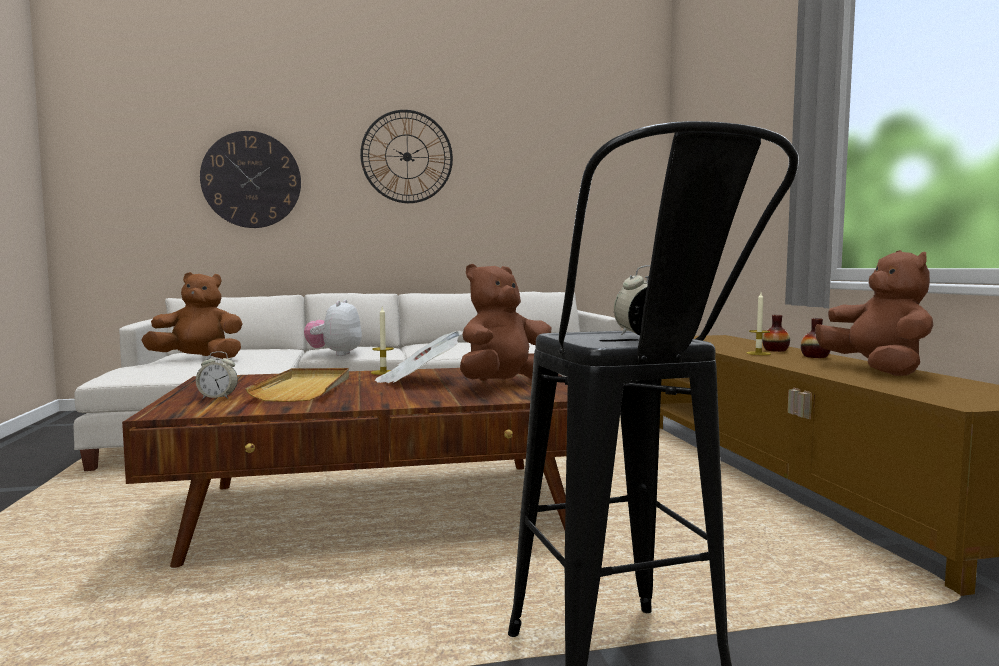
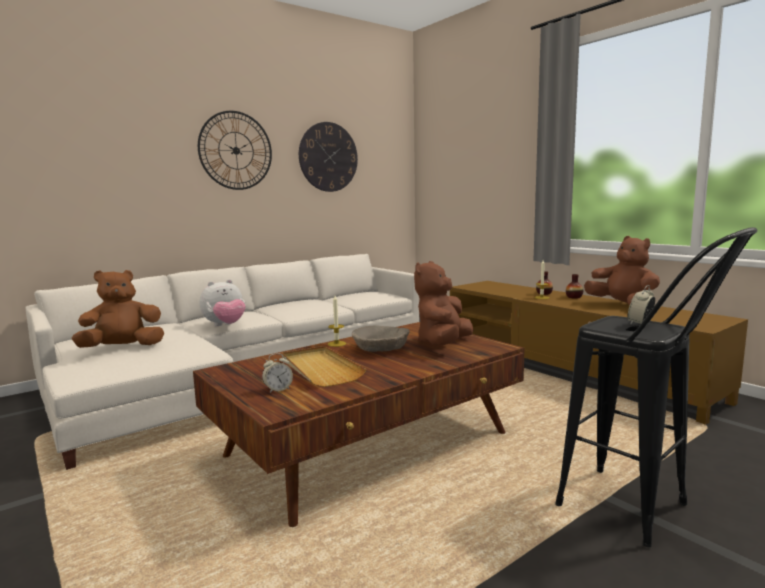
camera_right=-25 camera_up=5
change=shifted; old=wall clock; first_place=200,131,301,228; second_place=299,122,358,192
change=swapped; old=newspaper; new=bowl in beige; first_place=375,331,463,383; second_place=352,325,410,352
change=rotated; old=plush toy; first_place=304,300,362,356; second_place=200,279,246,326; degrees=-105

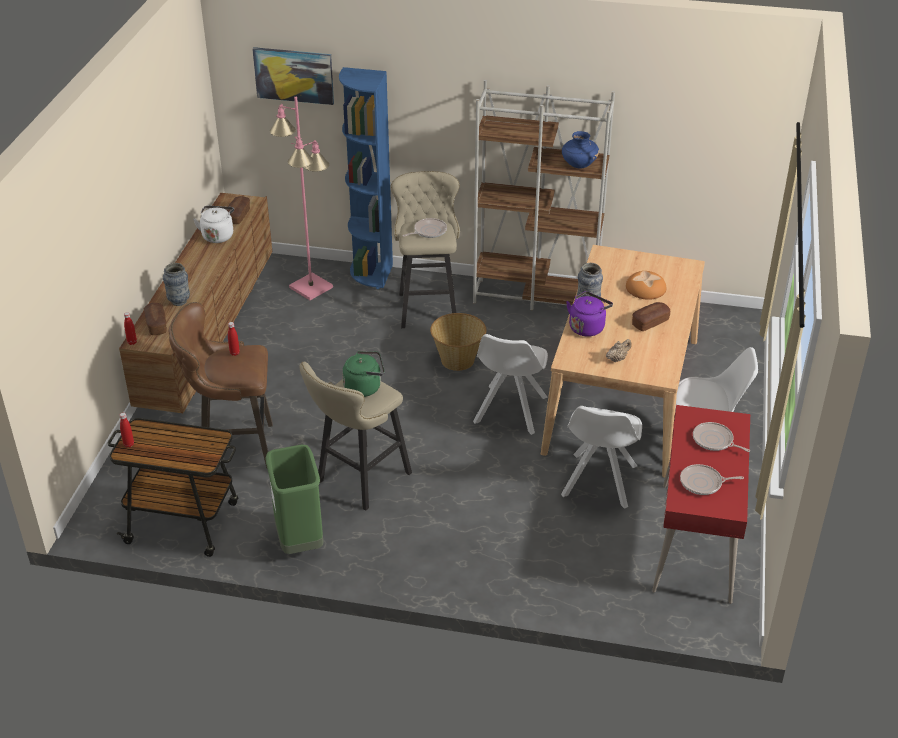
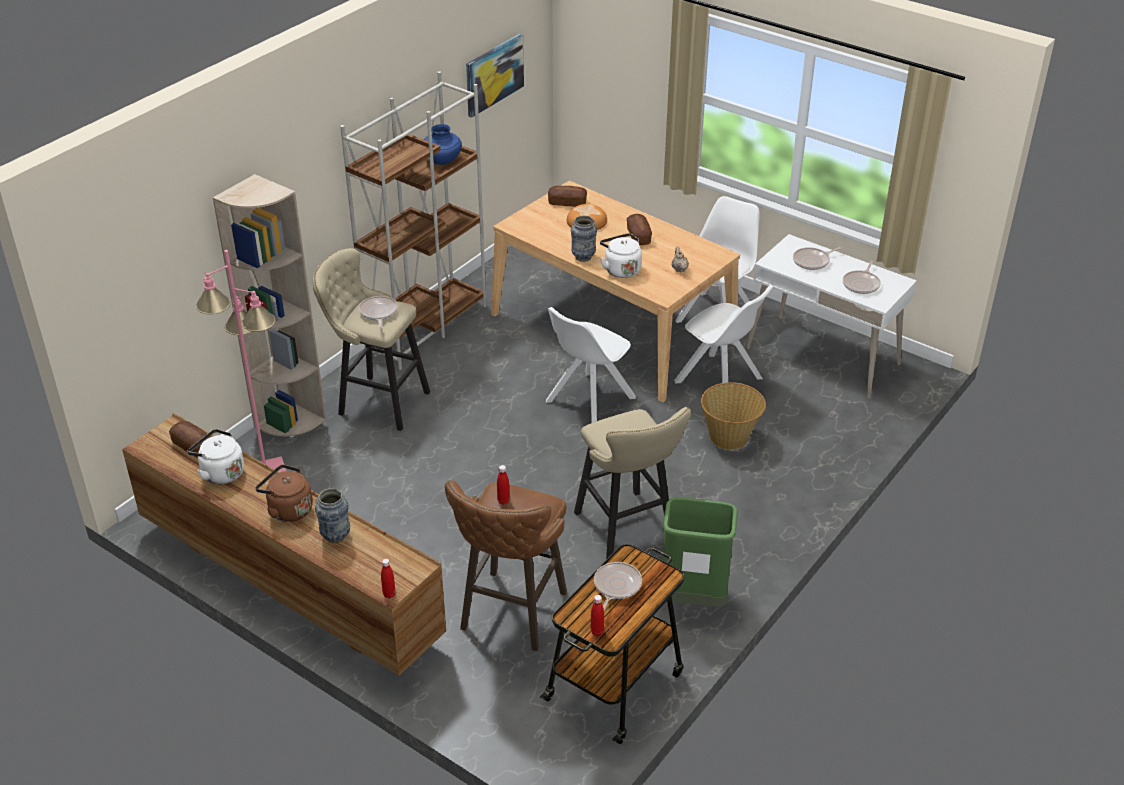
camera_right=-65 camera_up=0
change=gone; old=kettle in green; first_place=342,351,385,397
change=new; new=kettle in brown; second_place=255,465,313,522
change=new; new=frying pan; second_place=594,562,642,611
change=shifted; old=bread; first_place=144,303,167,335; second_place=548,186,587,207
change=shifted; old=picture; first_place=252,47,334,105; second_place=466,34,524,118
change=shifted; old=basket; first_place=430,313,486,371; second_place=701,382,766,450
change=repainted; old=bookcase in blue; new=bookcase in beige; first_place=339,67,393,289; second_place=213,174,326,438
change=repainted; old=kettle in purple; new=kettle in white; first_place=566,291,613,337; second_place=600,233,642,278
change=repainted; old=desk in red; new=desk in white; first_place=652,405,750,604; second_place=746,234,917,399
change=rotated; old=chair in white; first_place=473,334,548,435; second_place=546,307,636,423; degrees=90

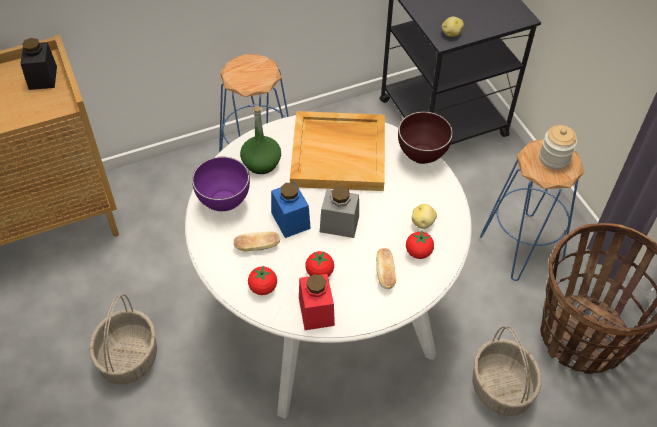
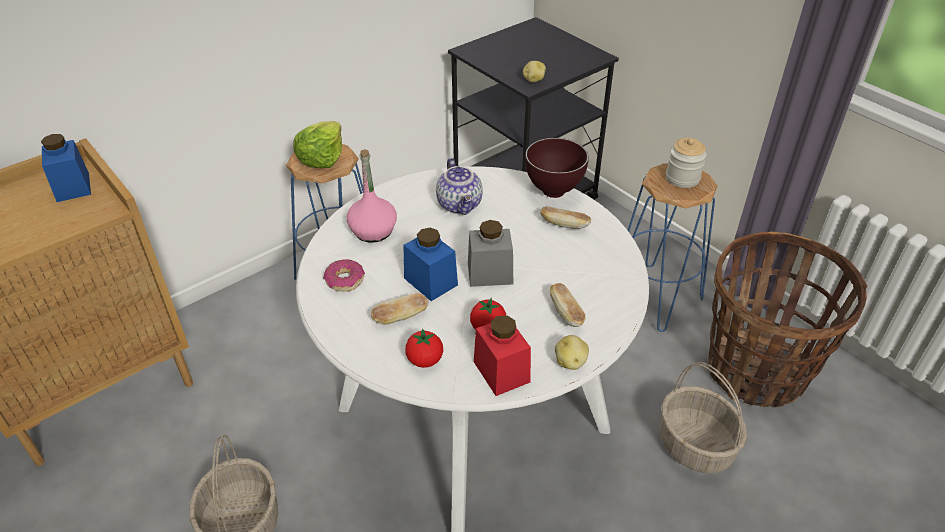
camera_right=-15 camera_up=-10
change=gone; old=tomato; first_place=406,231,434,259
change=new; new=lettuce; second_place=293,121,342,168
change=new; new=bread; second_place=540,206,591,229
change=shifted; old=potato; first_place=412,204,437,229; second_place=555,335,589,370
change=swapped; old=bowl in purple; new=donut; first_place=192,157,250,211; second_place=323,259,365,292
change=swapped; old=tray in beige; new=teapot; first_place=290,111,385,191; second_place=436,158,483,215
change=repainted; old=jar in black; new=jar in blue; first_place=20,38,57,90; second_place=41,134,91,202
change=repainted; old=bottle in green; new=bottle in pink; first_place=240,105,281,174; second_place=347,149,397,243

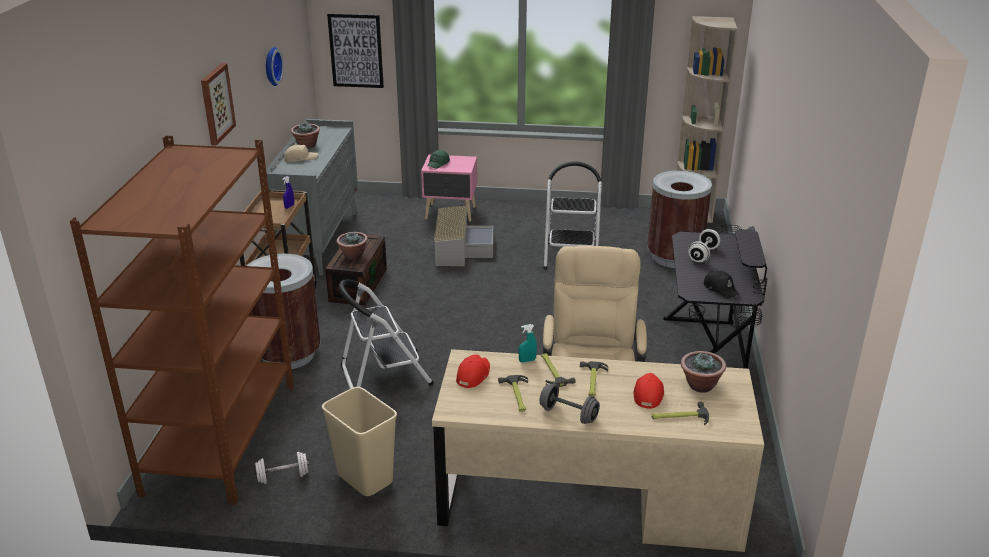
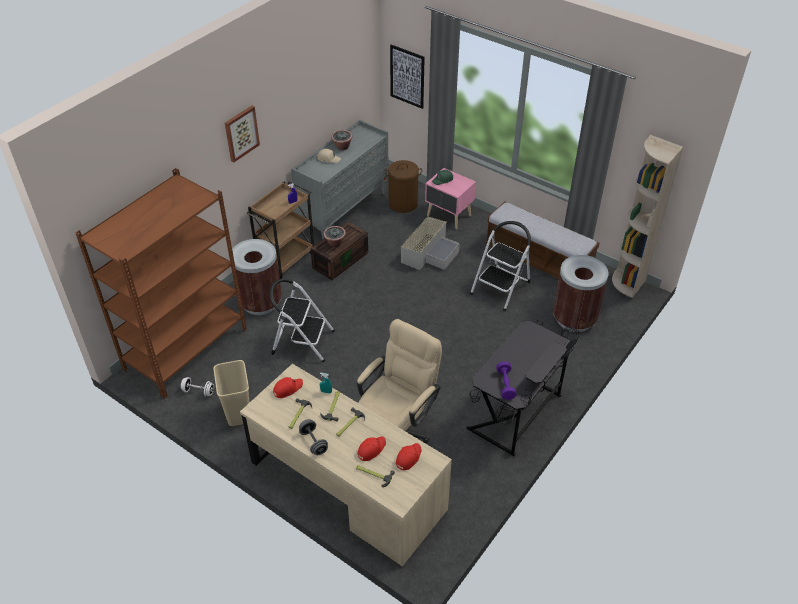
camera_right=30 camera_up=15
change=gone; old=wall clock; first_place=266,47,284,86
change=gone; old=dumbbell in white; first_place=688,229,720,262
change=new; new=laundry basket in brown; second_place=385,160,422,213
change=new; new=bench; second_place=486,201,599,278
change=swapped; old=potted plant; new=cap in red; first_place=681,351,726,393; second_place=396,443,421,470
change=swapped; old=cap in black; new=dumbbell in purple; first_place=704,270,740,299; second_place=496,361,517,400

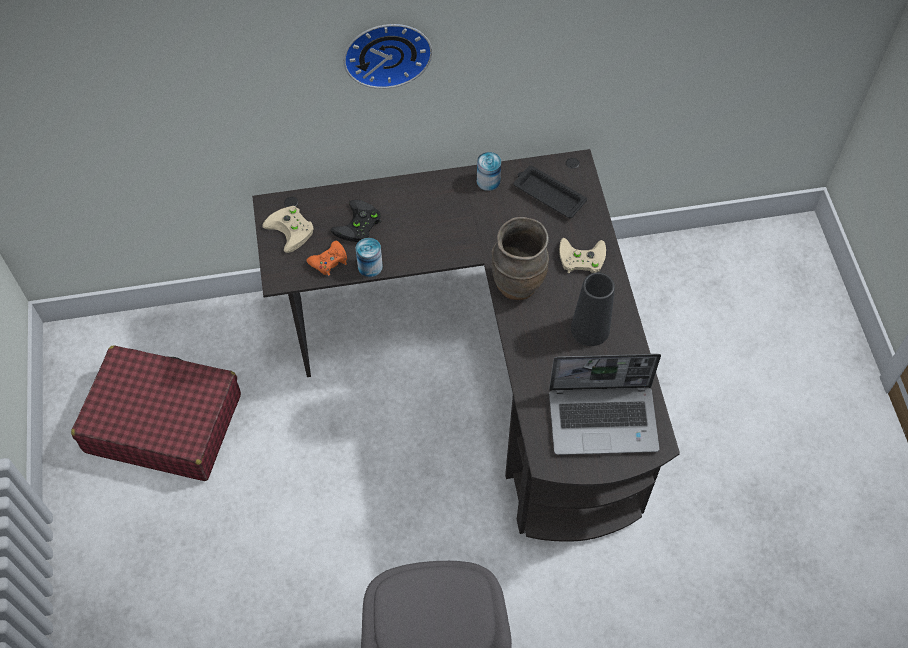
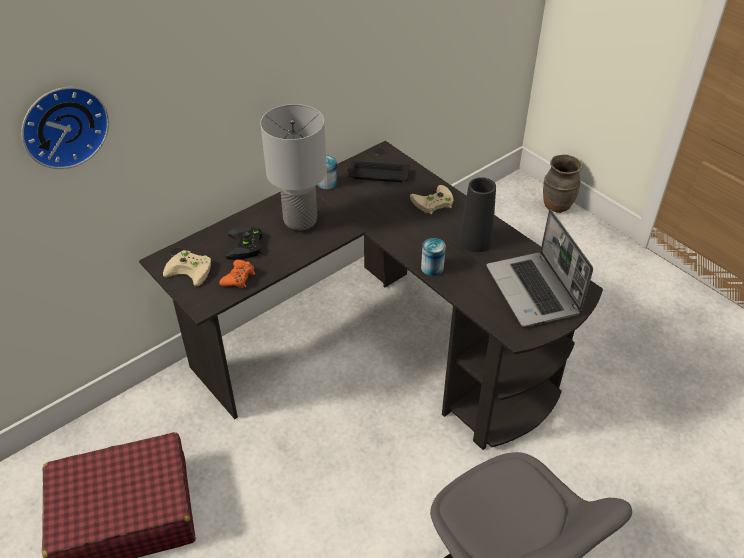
camera_right=-30 camera_up=-15
change=new; new=table lamp in grey; second_place=260,104,327,231
change=shifted; old=wall clock; first_place=343,24,432,89; second_place=21,87,109,169
change=shifted; old=can; first_place=356,238,383,277; second_place=421,238,446,276
change=shifted; old=vase in brown; first_place=492,217,549,300; second_place=543,154,582,213
change=rotated; old=laptop; first_place=549,354,661,455; second_place=486,209,593,327; degrees=105

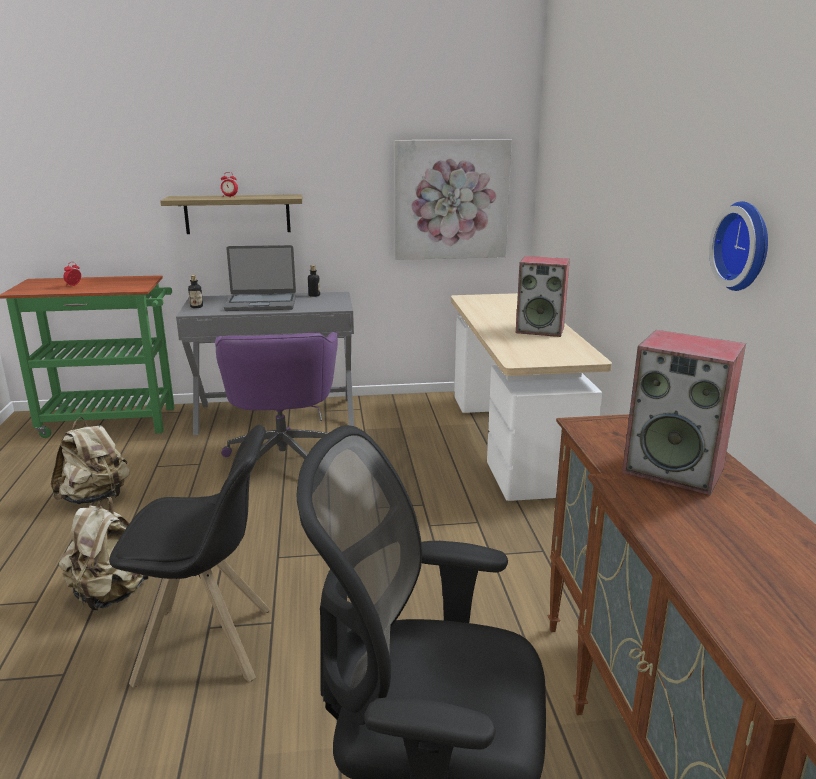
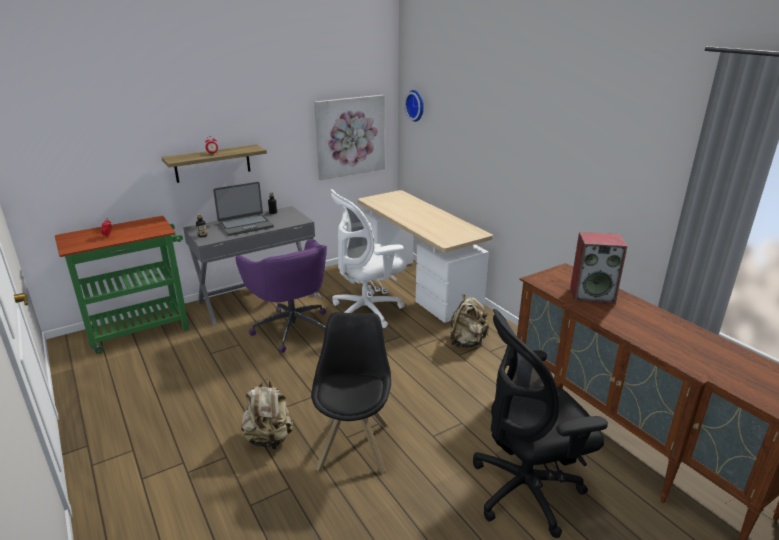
camera_right=-25 camera_up=5
change=gone; old=speaker; first_place=516,256,570,337
change=new; new=office chair in white; second_place=330,189,407,328
change=shifted; old=backpack in beige; first_place=51,417,130,504; second_place=450,294,489,348
change=shifted; old=wall clock; first_place=709,201,768,291; second_place=404,90,424,122
change=rotated; old=chair in black; first_place=109,425,271,688; second_place=311,312,391,474; degrees=-60

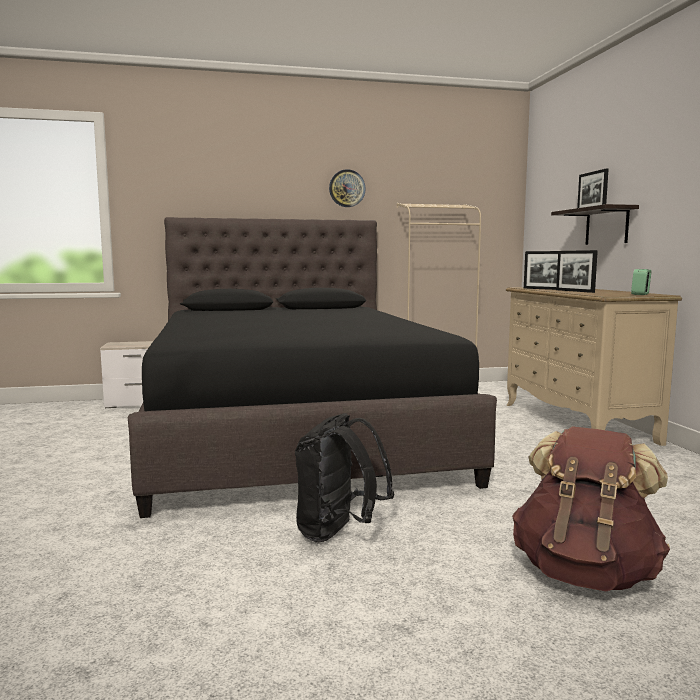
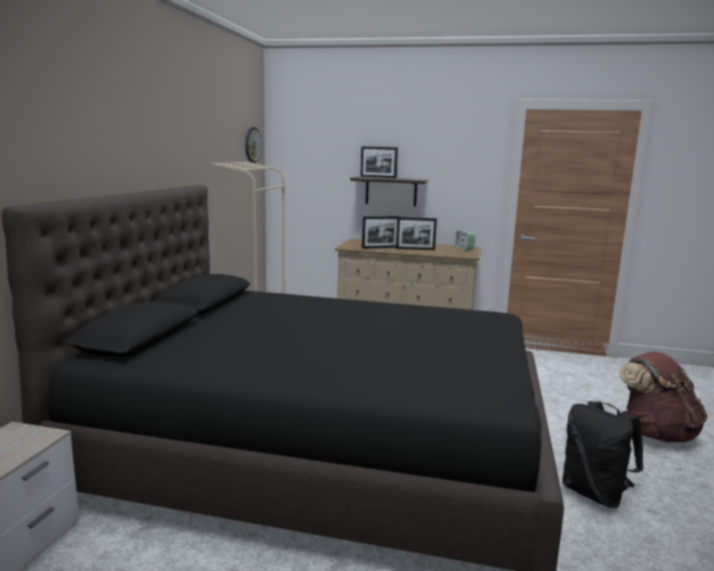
camera_right=-65 camera_up=5
change=shifted; old=wall clock; first_place=329,169,366,207; second_place=245,127,262,163

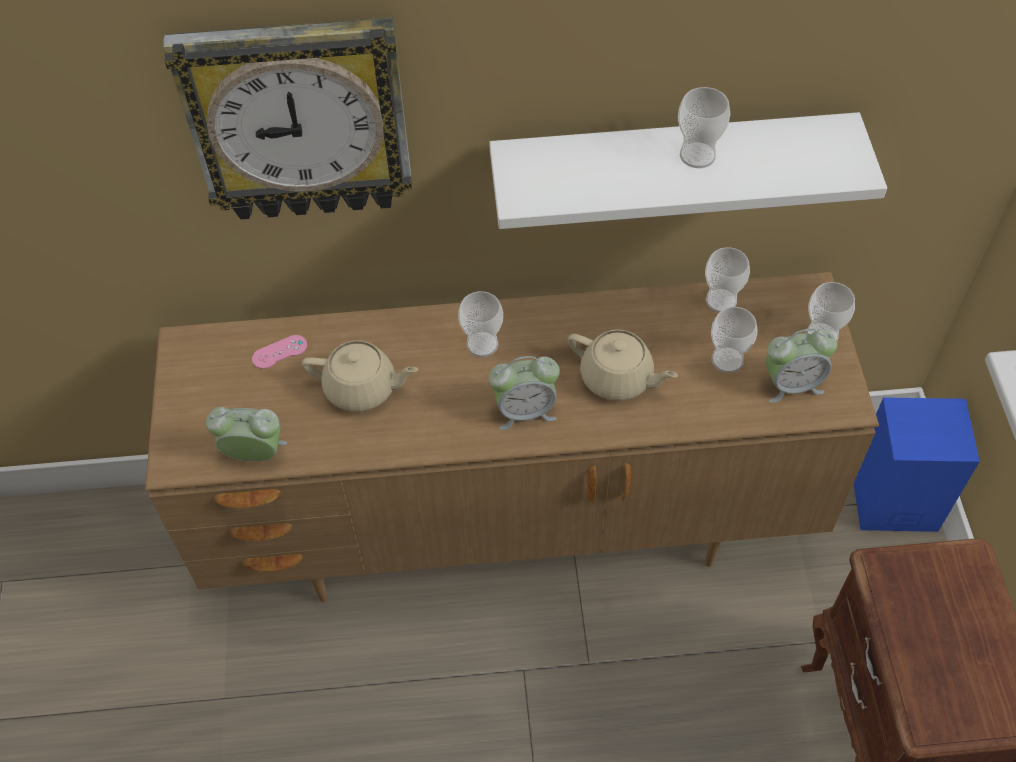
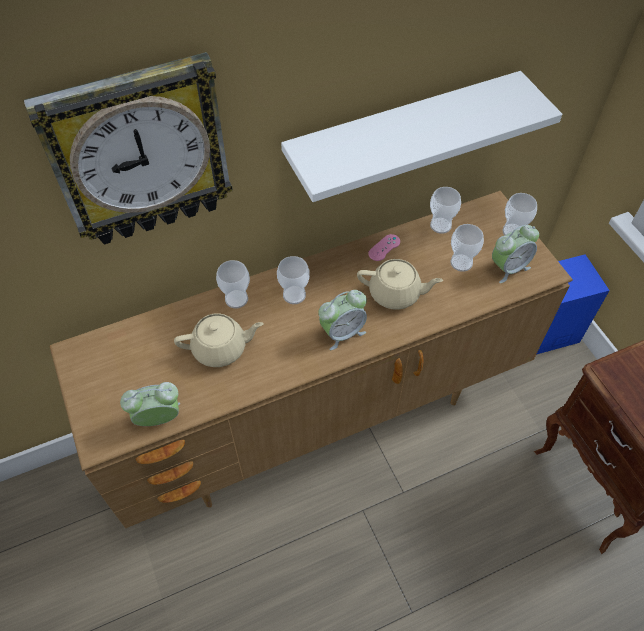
camera_right=-20 camera_up=0
change=shifted; old=game controller in pink; first_place=252,335,307,369; second_place=368,234,400,261
change=shifted; old=cup; first_place=678,87,730,168; second_place=216,260,250,309

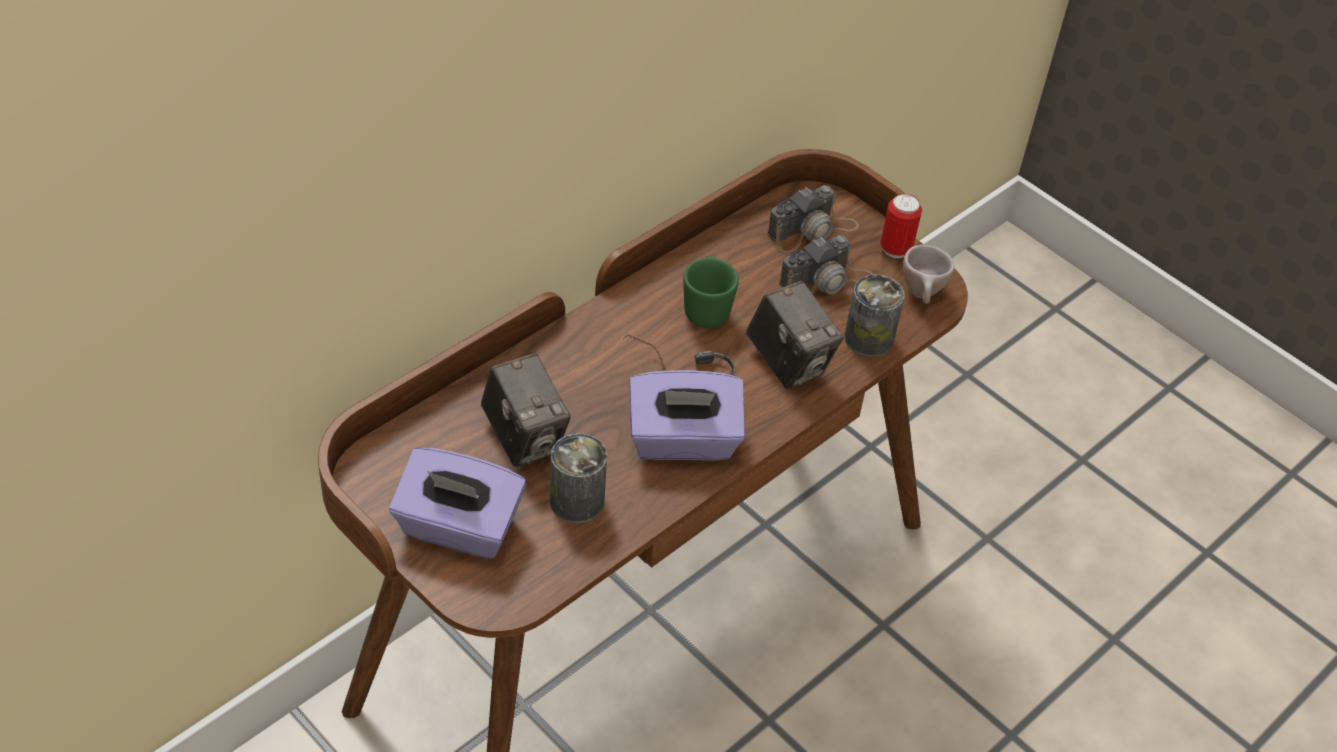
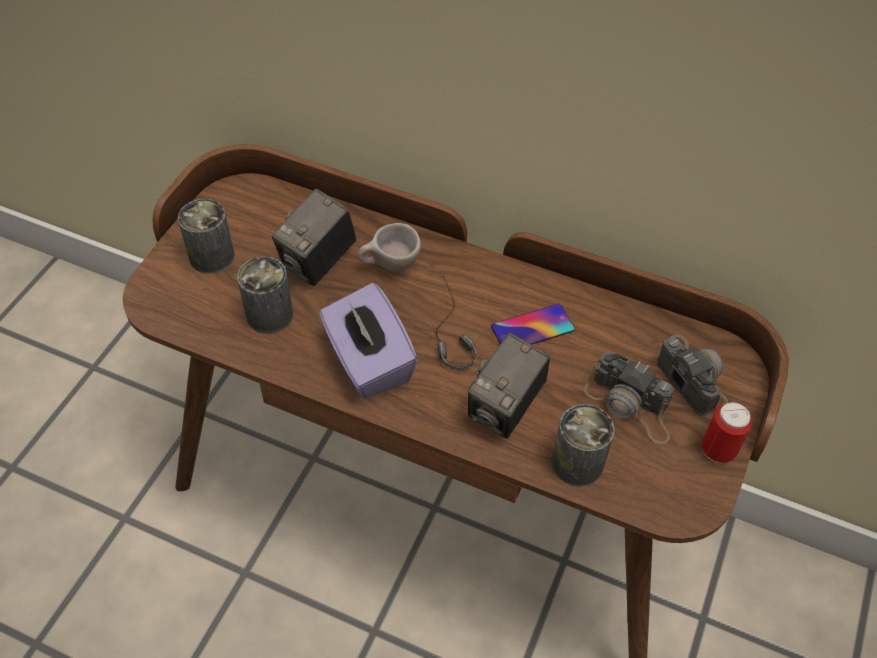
camera_right=70 camera_up=5
change=shifted; old=cup in beige; first_place=903,245,954,304; second_place=358,223,421,272
change=swapped; old=tissue box in purple; new=can; first_place=389,448,526,559; second_place=178,199,234,274
change=swapped; old=mug in green; new=phone; first_place=683,255,739,328; second_place=491,304,575,345
change=rotated; old=photo camera; first_place=767,185,859,253; second_place=657,334,728,416; degrees=-150

